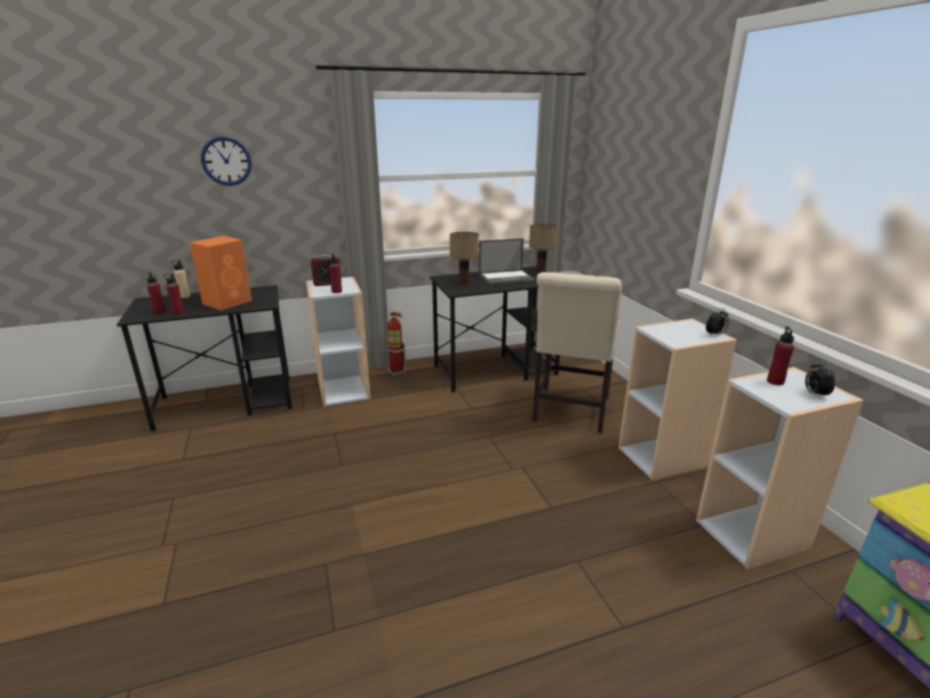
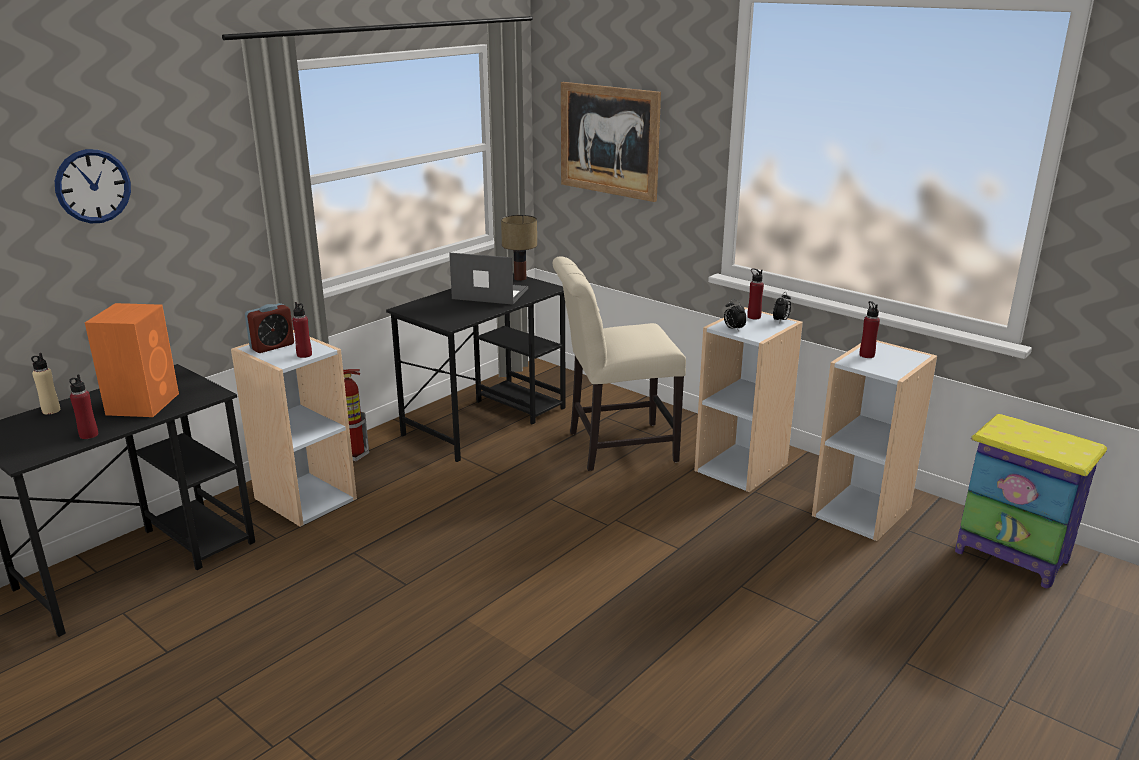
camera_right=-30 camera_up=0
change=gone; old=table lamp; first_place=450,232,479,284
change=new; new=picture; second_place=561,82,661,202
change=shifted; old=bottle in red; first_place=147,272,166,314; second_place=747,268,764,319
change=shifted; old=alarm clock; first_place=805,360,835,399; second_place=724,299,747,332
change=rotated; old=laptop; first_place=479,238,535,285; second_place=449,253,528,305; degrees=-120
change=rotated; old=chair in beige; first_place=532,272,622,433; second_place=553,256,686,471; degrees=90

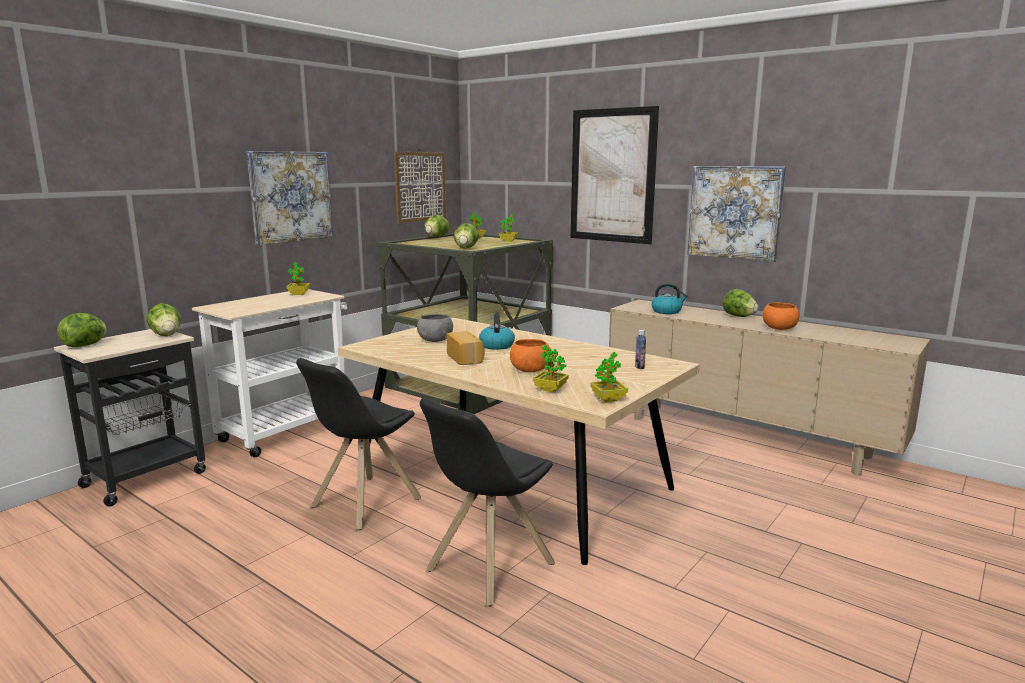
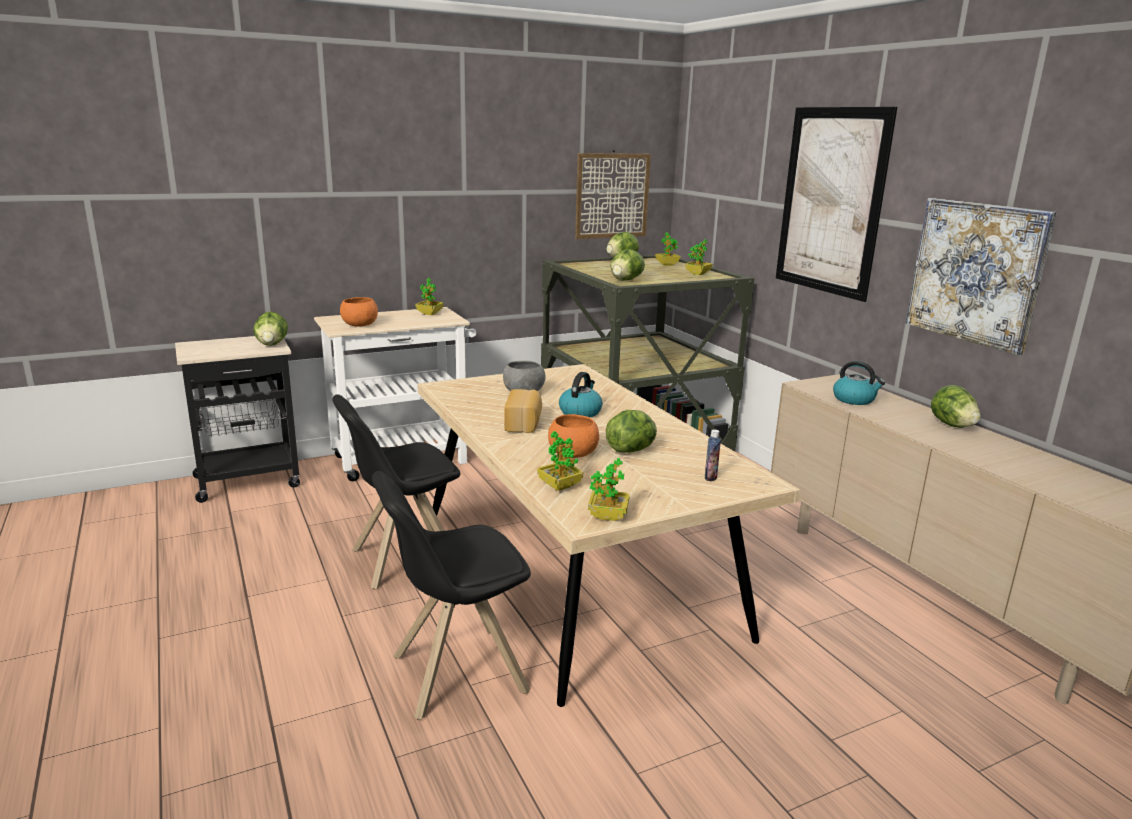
camera_right=25 camera_up=5
change=gone; old=picture; first_place=247,151,333,245
change=shifted; old=lettuce; first_place=57,313,107,347; second_place=606,410,657,453
change=shifted; old=bowl in orange; first_place=762,303,799,330; second_place=340,297,378,327

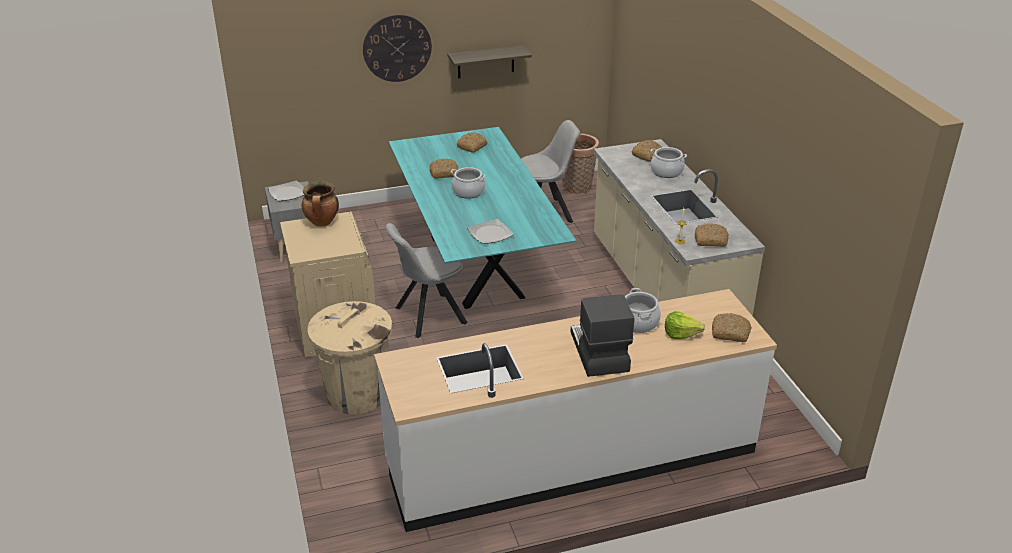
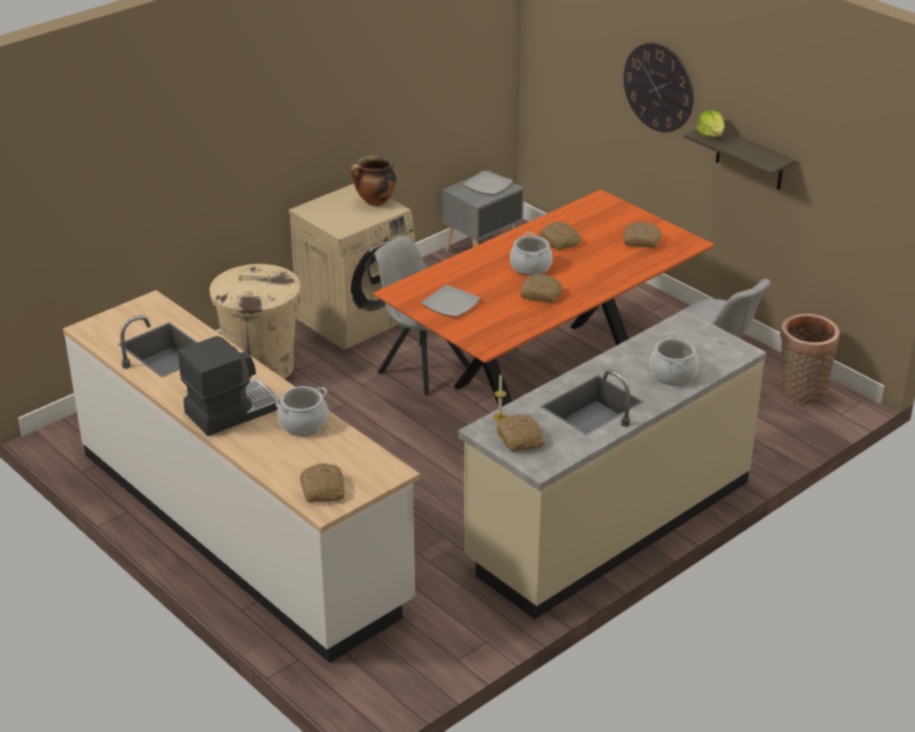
camera_right=65 camera_up=0
change=shifted; old=bread; first_place=632,140,662,162; second_place=520,274,563,303
change=shifted; old=lettuce; first_place=665,311,705,339; second_place=696,110,725,137
change=repainted; old=dining table in turquoise; new=dining table in orange; first_place=389,127,577,309; second_place=372,190,714,407

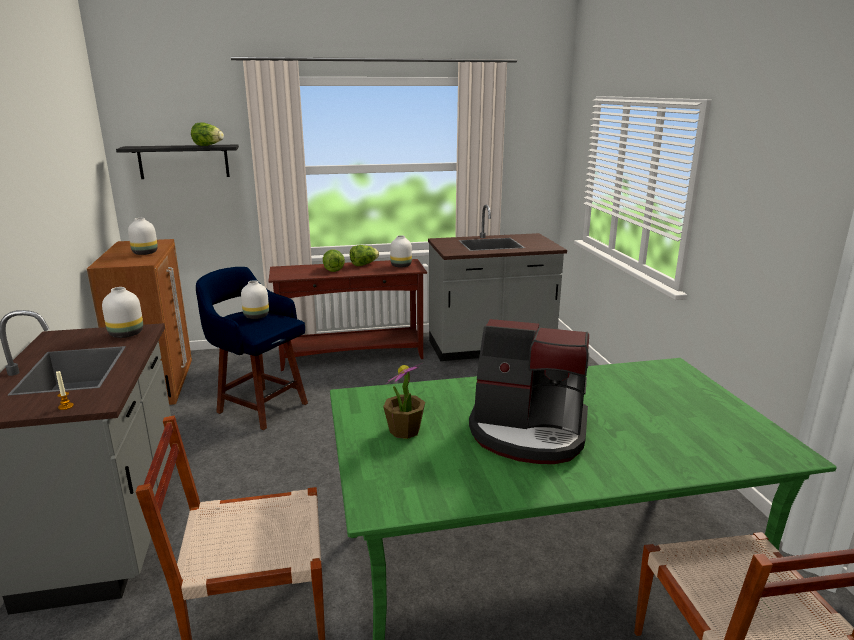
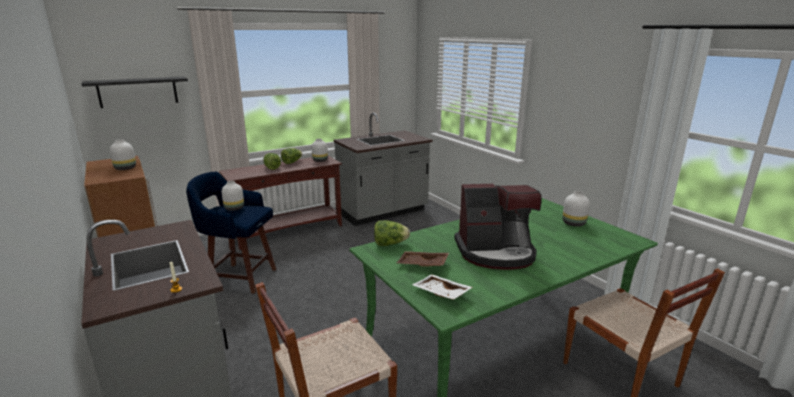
camera_right=-20 camera_up=0
change=new; new=tray in white; second_place=412,274,473,300
change=shifted; old=vase in white; first_place=102,287,143,338; second_place=562,191,590,227
change=shifted; old=lettuce; first_place=191,123,224,146; second_place=374,220,410,246
change=swapped; old=potted plant; new=tray in brown; first_place=383,363,425,439; second_place=397,252,449,267

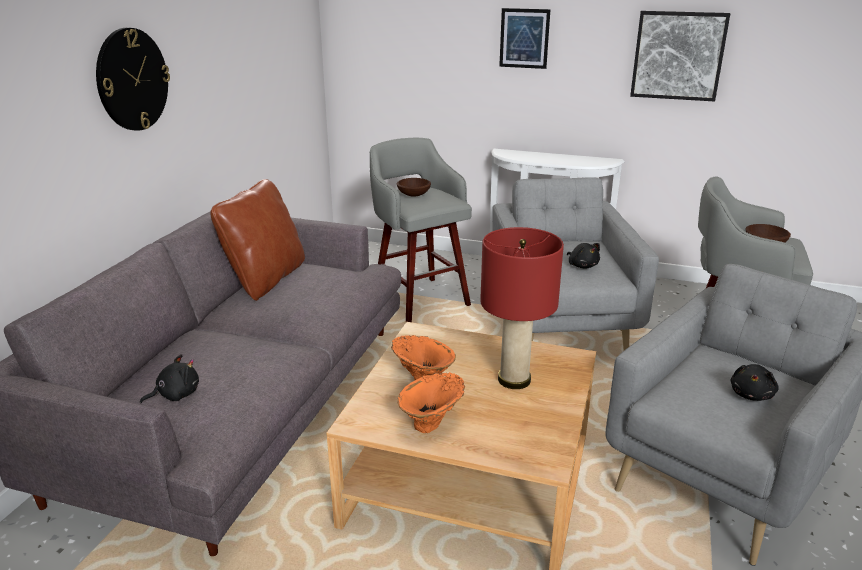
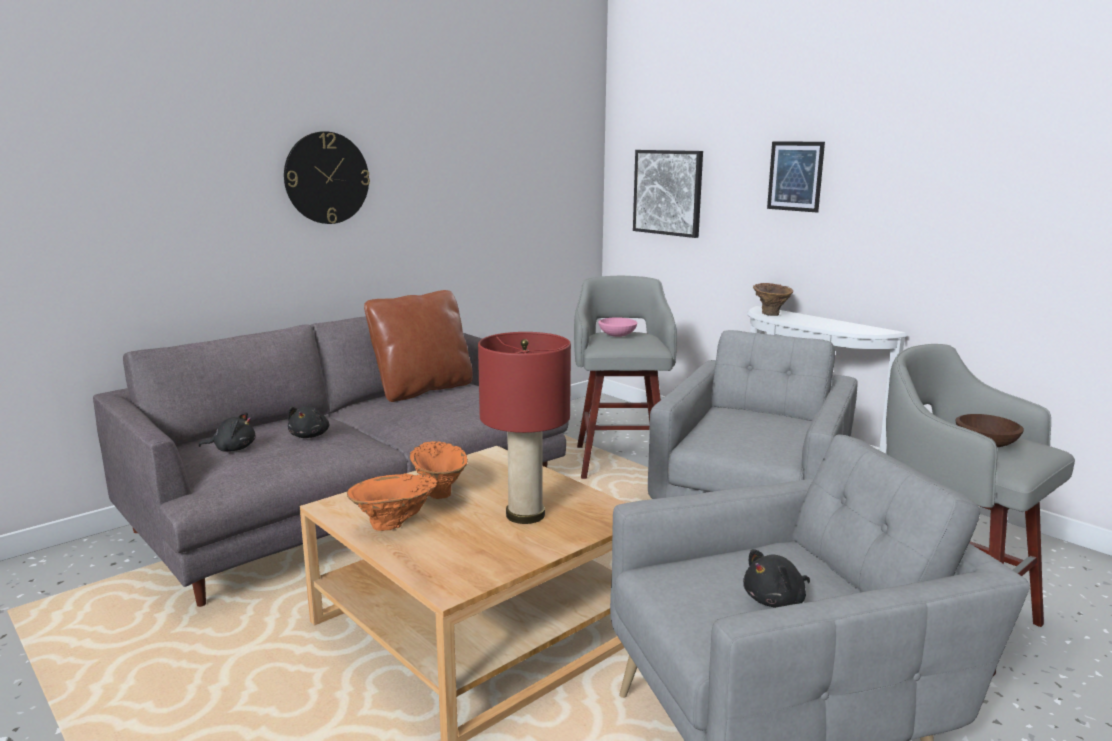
camera_right=30 camera_up=-10
change=new; new=vase in brown; second_place=753,283,793,316
change=shifted; old=plush toy in black; first_place=567,243,600,268; second_place=288,406,329,438
change=shifted; old=picture; first_place=630,11,730,102; second_place=633,150,703,238
change=repainted; old=bowl in brown; new=bowl in pink; first_place=397,178,431,196; second_place=598,317,638,337

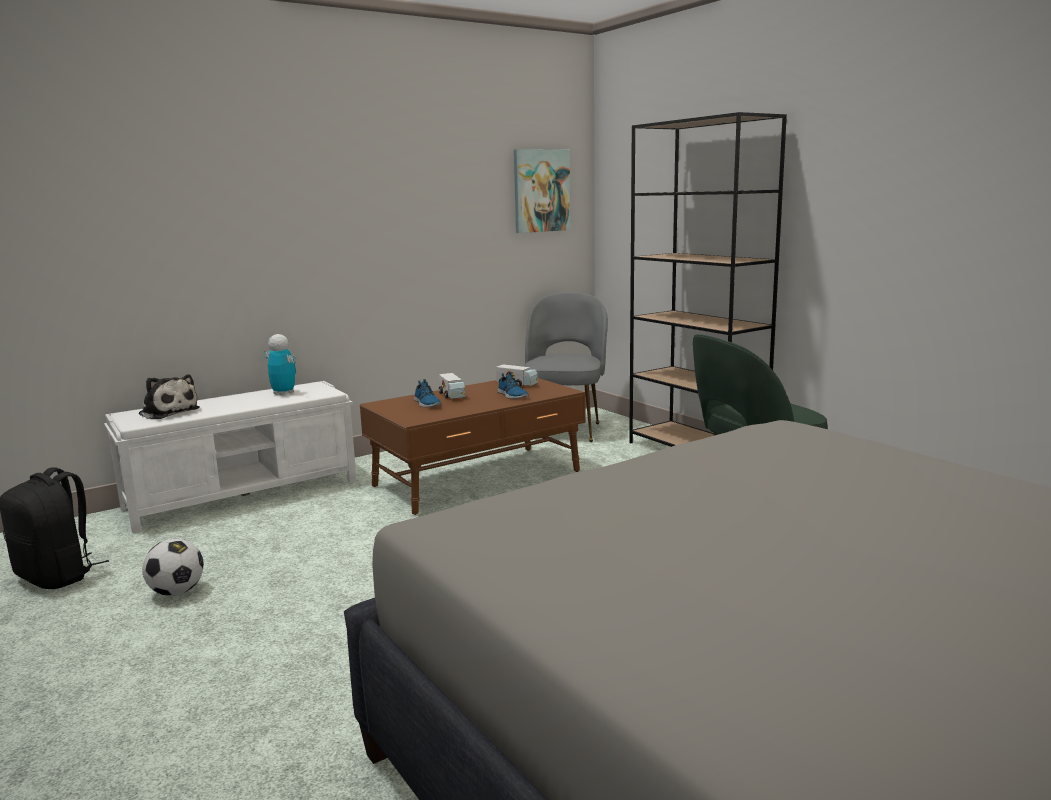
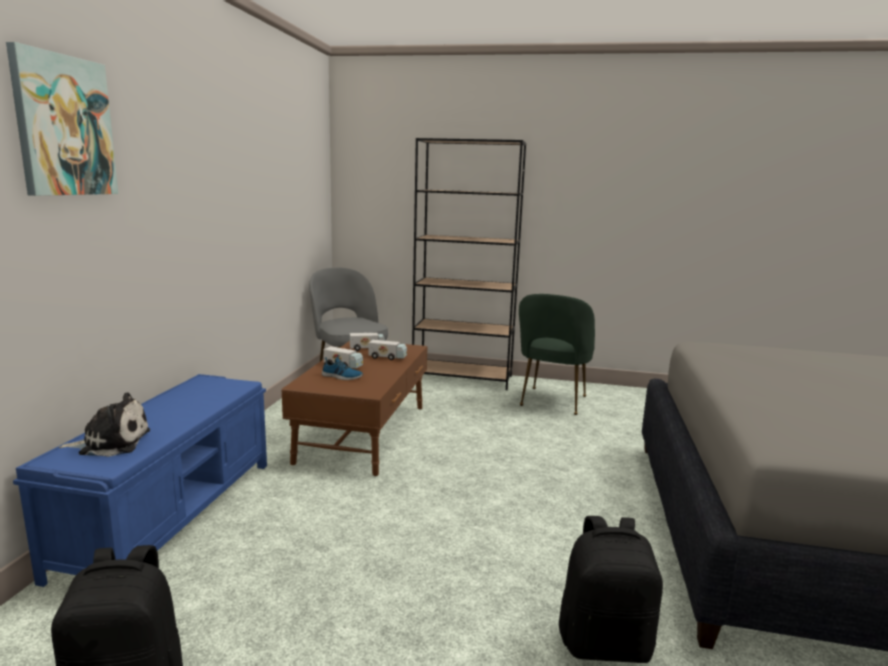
camera_right=-45 camera_up=0
change=gone; old=football; first_place=142,539,204,596
change=gone; old=toy robot; first_place=264,334,296,396
change=new; new=backpack in black; second_place=559,516,663,663
change=shifted; old=picture; first_place=514,149,571,233; second_place=6,42,118,196
change=swapped; old=shoe; new=toy truck; first_place=498,371,529,399; second_place=369,340,407,360
change=repainted; old=bench in white; new=bench in blue; first_place=104,381,357,533; second_place=13,374,267,587

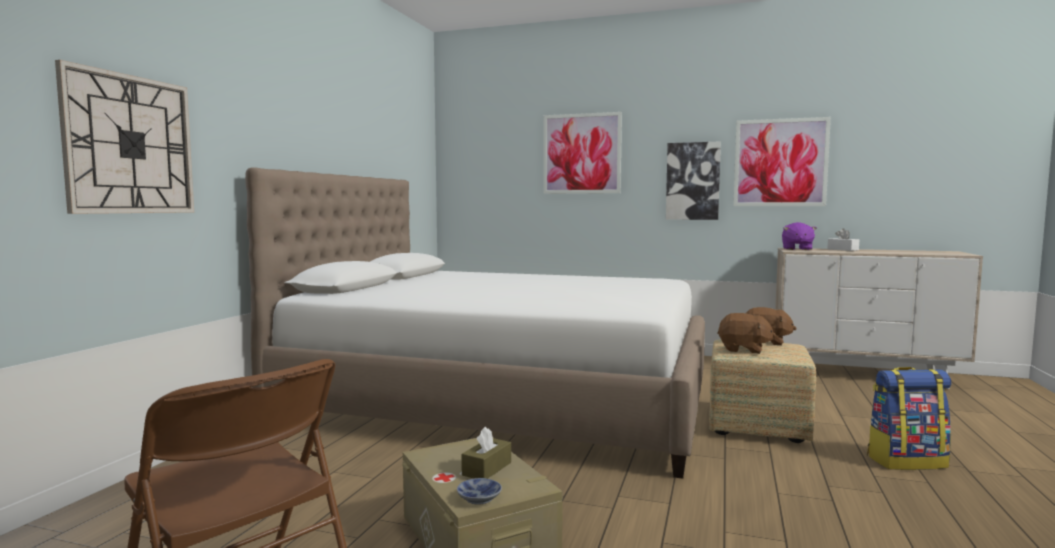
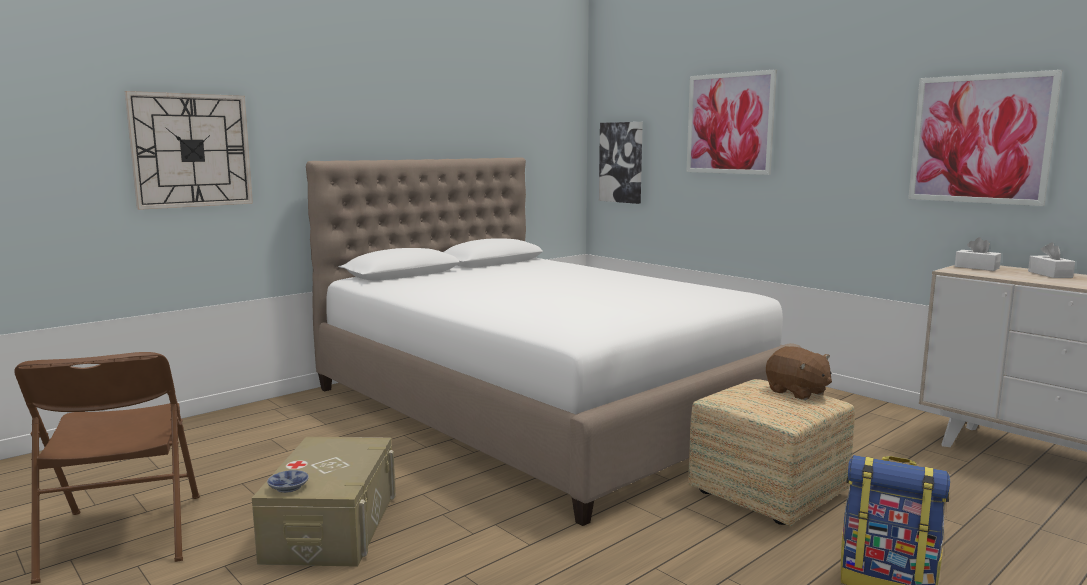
camera_right=30 camera_up=5
change=gone; old=tissue box in brown; first_place=461,426,511,479
change=gone; old=plush toy in brown; first_place=717,313,776,354
change=shifted; old=picture; first_place=666,141,721,220; second_place=599,122,643,204
change=swapped; old=plush toy in purple; new=tissue box in white; first_place=782,222,817,250; second_place=955,237,1001,271

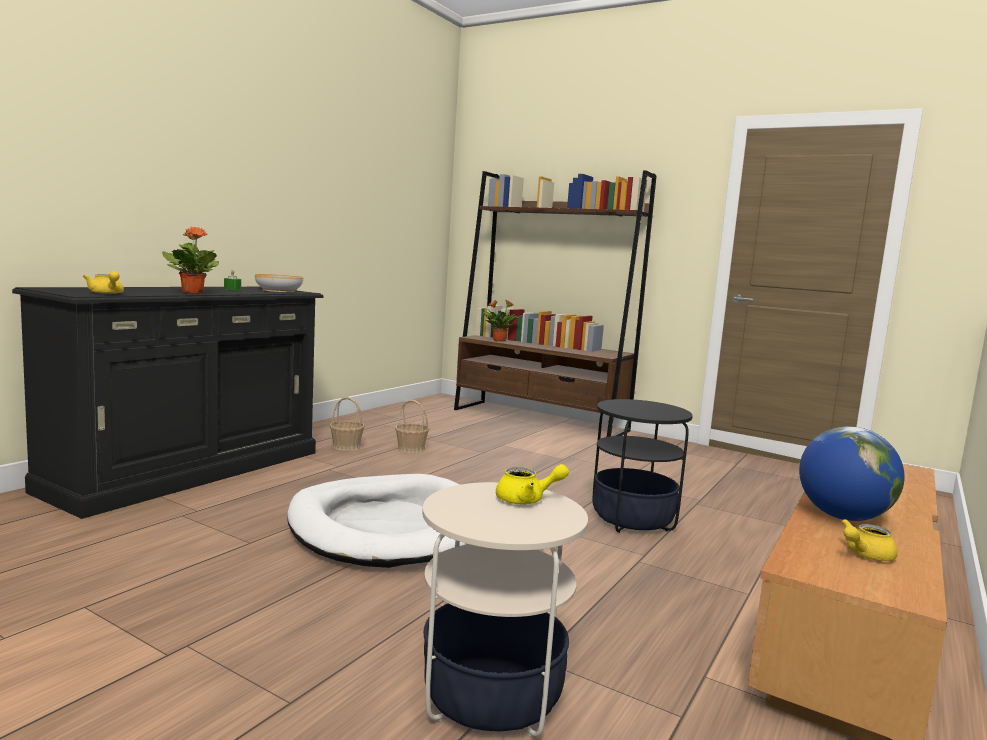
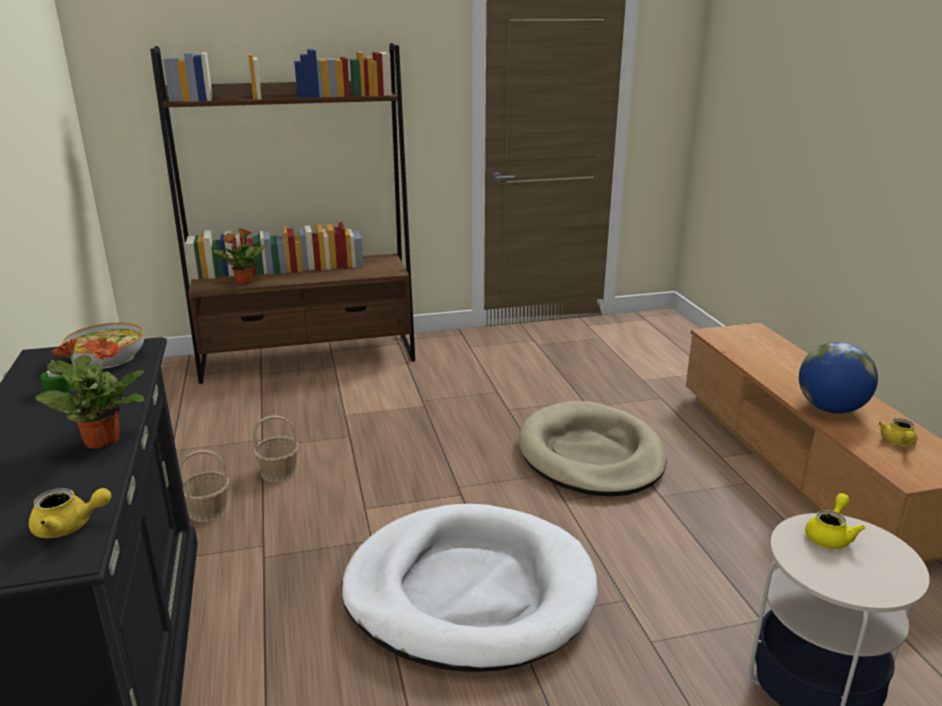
camera_right=-45 camera_up=15
change=swapped; old=side table in black; new=dog bed in beige; first_place=593,399,693,533; second_place=518,401,667,496

